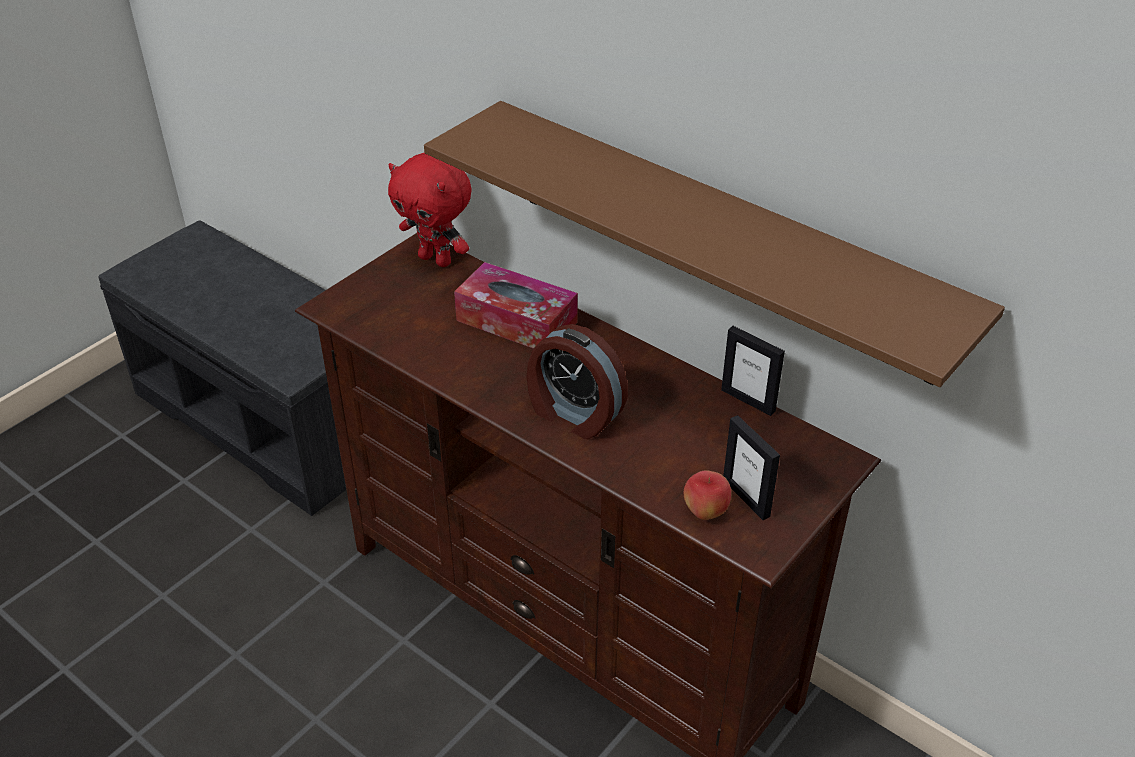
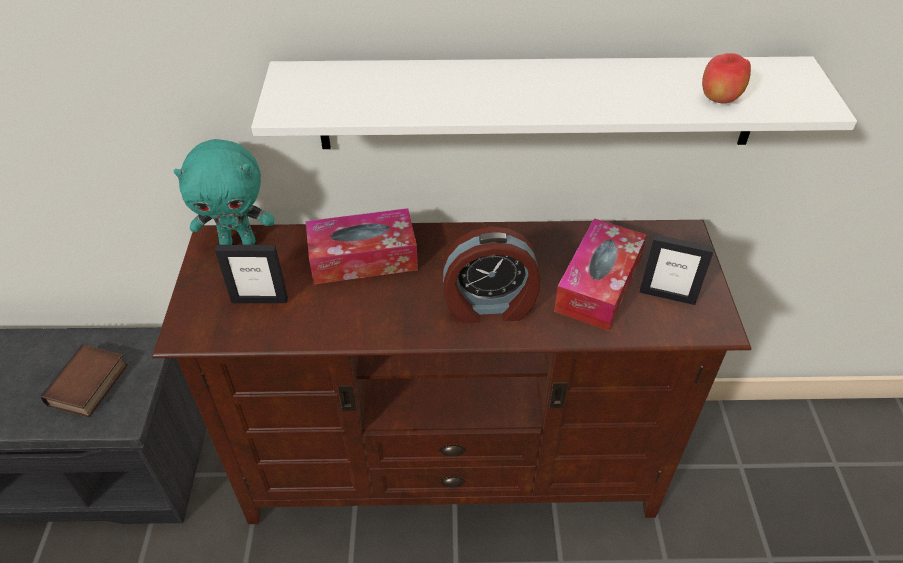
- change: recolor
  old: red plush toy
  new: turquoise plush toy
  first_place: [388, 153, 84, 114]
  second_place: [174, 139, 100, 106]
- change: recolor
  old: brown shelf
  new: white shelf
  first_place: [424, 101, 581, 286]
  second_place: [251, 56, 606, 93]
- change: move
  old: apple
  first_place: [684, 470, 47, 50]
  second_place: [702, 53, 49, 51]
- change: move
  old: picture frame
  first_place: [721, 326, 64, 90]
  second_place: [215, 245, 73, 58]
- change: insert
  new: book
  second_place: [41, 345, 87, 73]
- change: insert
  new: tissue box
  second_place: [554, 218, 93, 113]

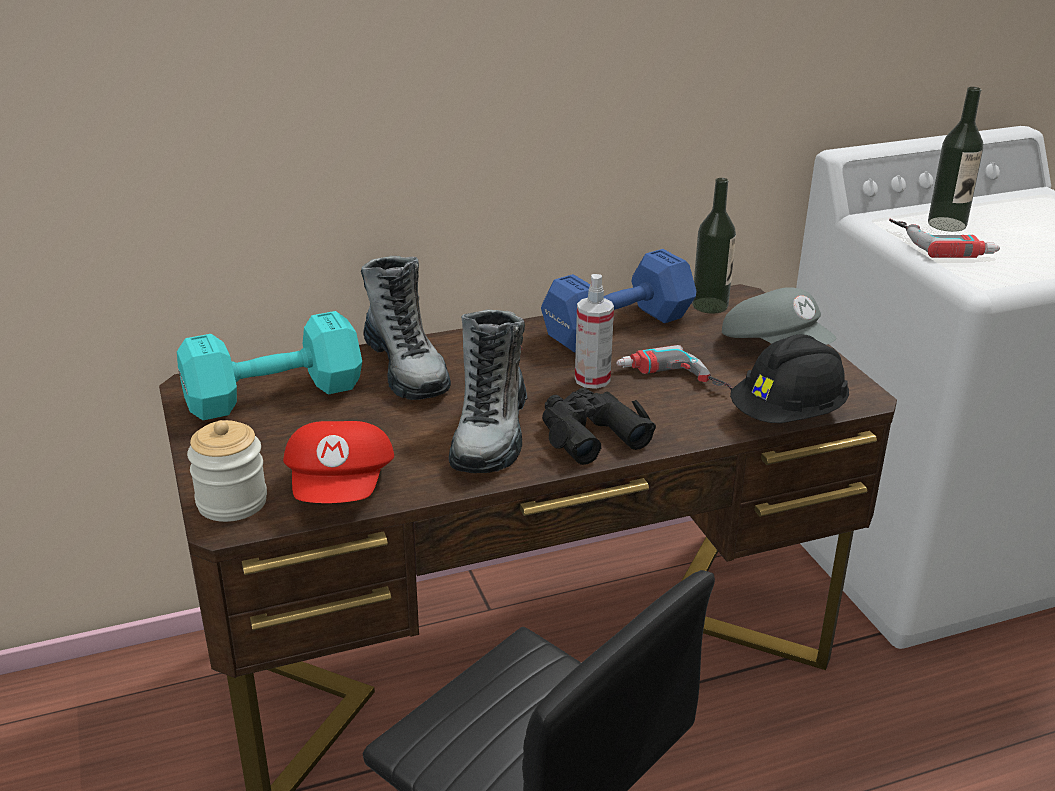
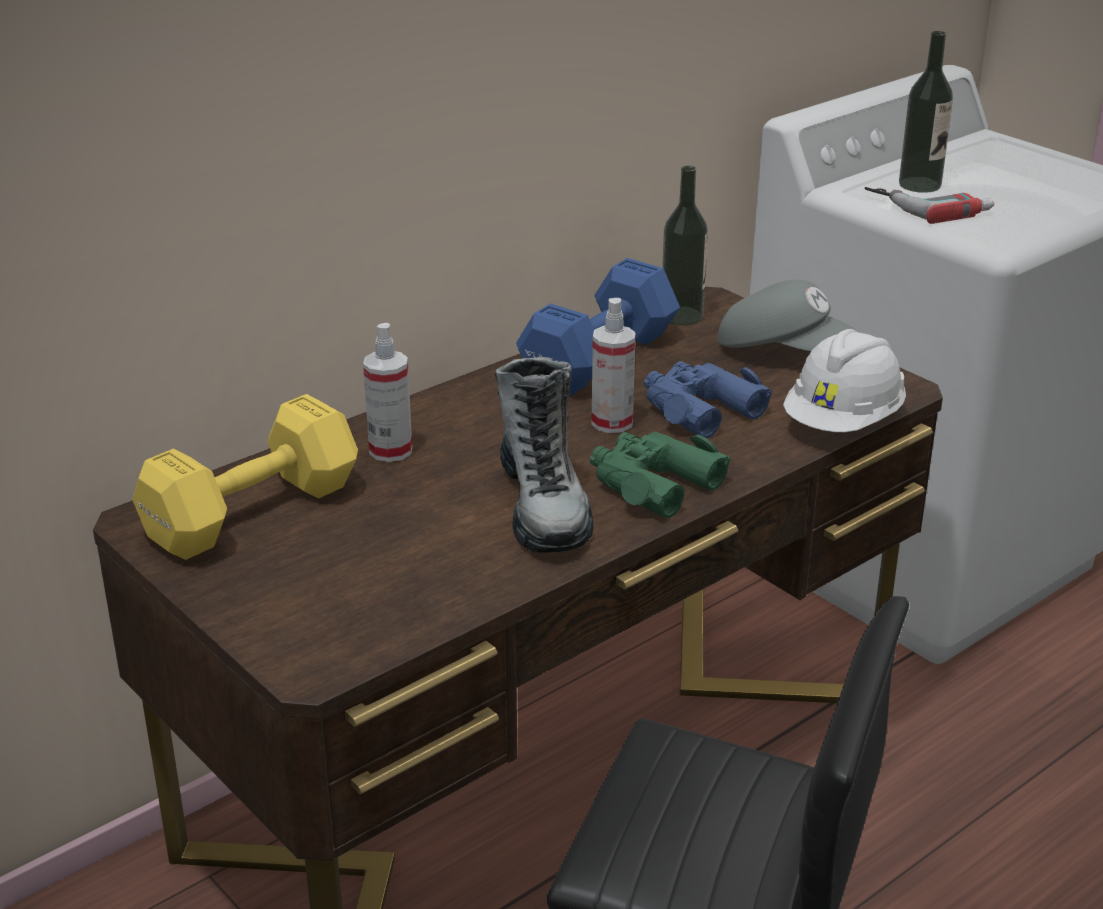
- change: recolor
  old: turquoise dumbbell
  new: yellow dumbbell
  first_place: [177, 311, 185, 109]
  second_place: [132, 394, 226, 166]
- change: delete
  old: jar
  first_place: [187, 420, 80, 102]
- change: delete
  old: red cap
  first_place: [283, 421, 111, 82]
- change: replace
  old: boot
  new: spray bottle
  first_place: [361, 256, 90, 144]
  second_place: [363, 323, 49, 139]
- change: recolor
  old: black binoculars
  new: green binoculars
  first_place: [542, 388, 114, 77]
  second_place: [590, 431, 140, 87]
- change: replace
  old: power drill
  new: blue binoculars
  first_place: [616, 345, 116, 45]
  second_place: [644, 361, 128, 77]
- change: recolor
  old: black hard hat
  new: white hard hat
  first_place: [730, 334, 119, 89]
  second_place: [783, 329, 123, 103]

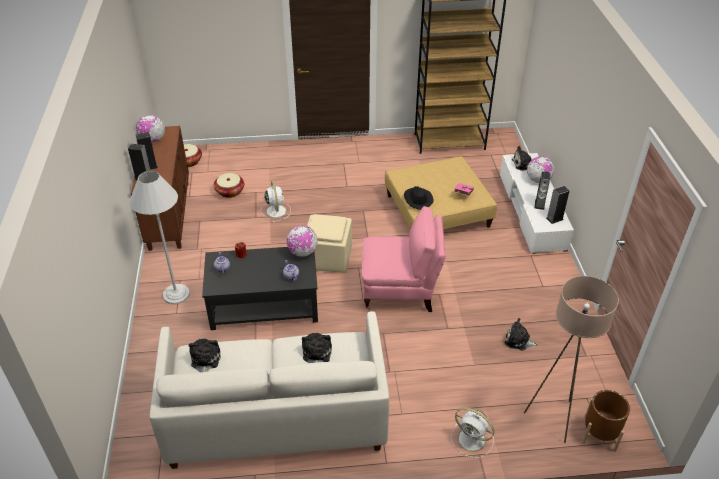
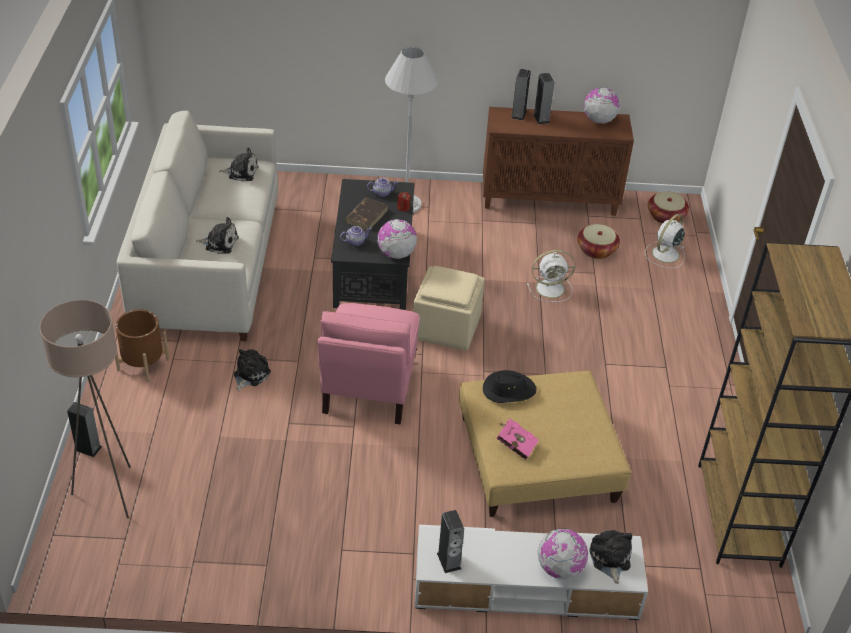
- change: move
  old: white fan
  first_place: [451, 408, 43, 50]
  second_place: [645, 214, 40, 55]
- change: move
  old: plush toy
  first_place: [504, 318, 34, 33]
  second_place: [234, 349, 37, 42]
- change: move
  old: speaker
  first_place: [534, 171, 16, 39]
  second_place: [67, 402, 35, 55]
- change: move
  old: brown planter
  first_place: [582, 390, 48, 62]
  second_place: [115, 310, 55, 73]
- change: insert
  new: brown book
  second_place: [345, 198, 43, 32]

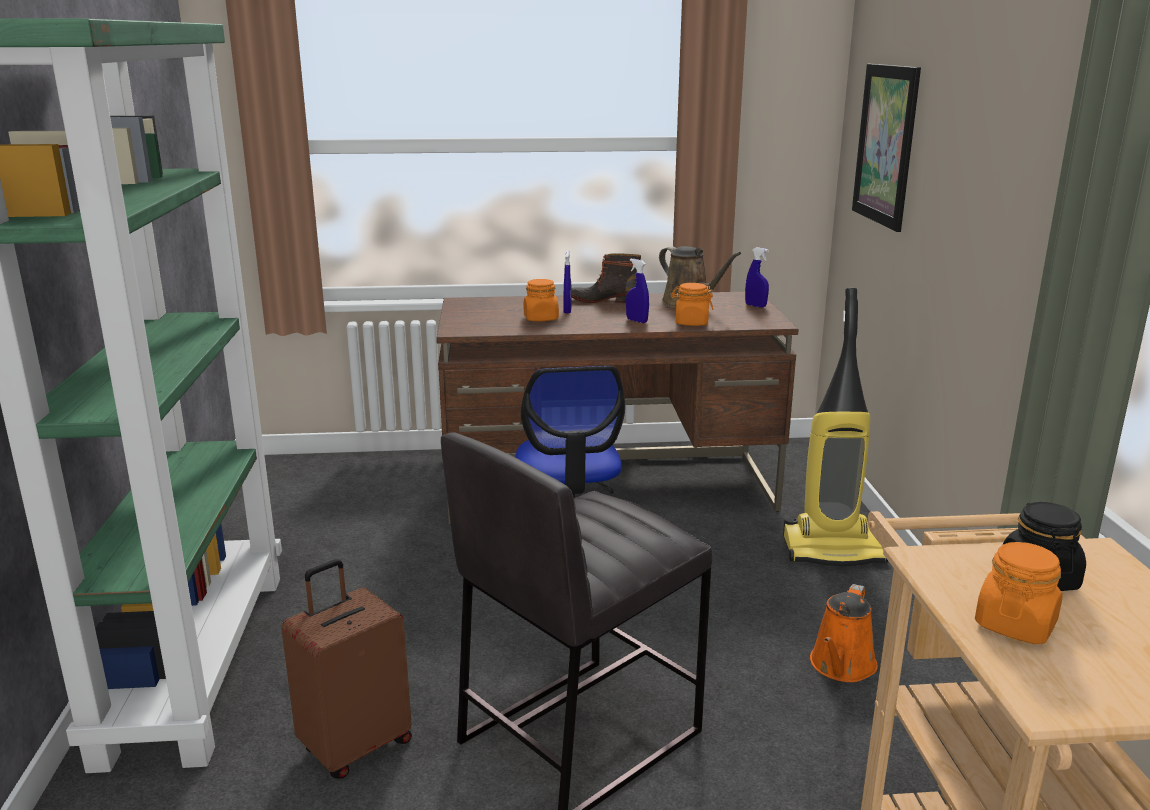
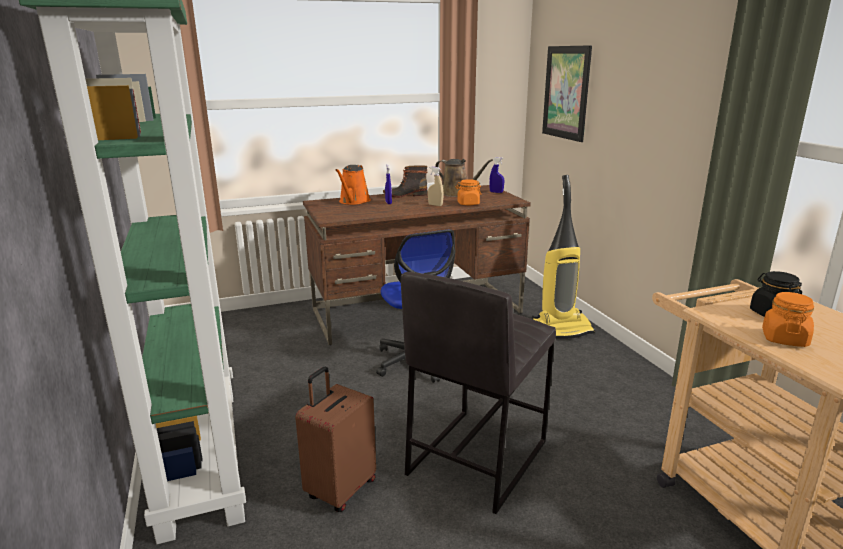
- change: delete
  old: orange jar
  first_place: [524, 279, 35, 42]
- change: recolor
  old: blue spray bottle
  new: beige spray bottle
  first_place: [626, 259, 23, 64]
  second_place: [428, 167, 16, 39]
- change: move
  old: orange watering can
  first_place: [810, 584, 68, 98]
  second_place: [335, 165, 36, 40]

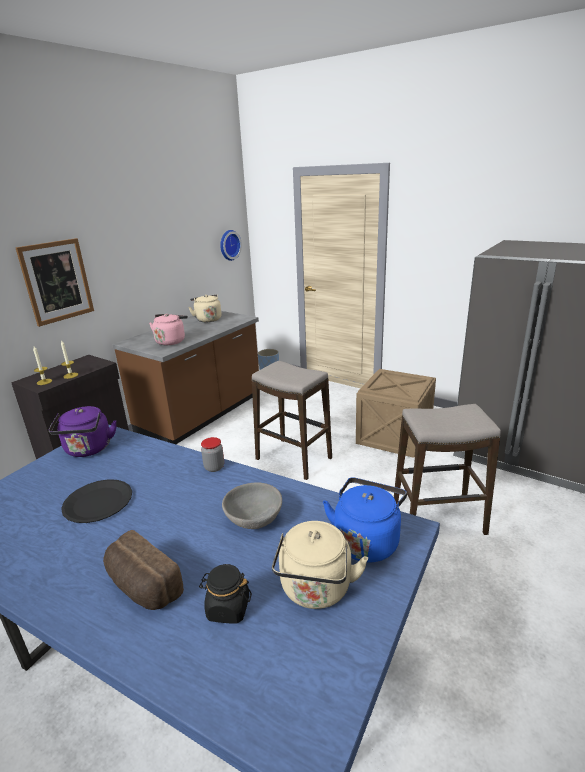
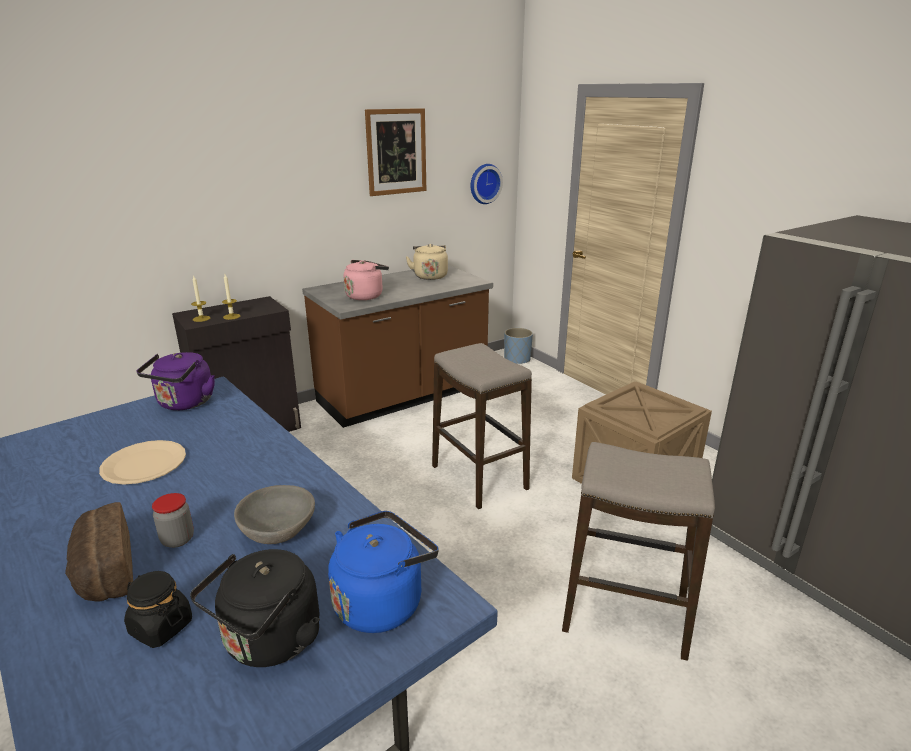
- change: move
  old: picture
  first_place: [16, 238, 78, 89]
  second_place: [365, 108, 61, 88]
- change: recolor
  old: black plate
  new: beige plate
  first_place: [61, 479, 71, 44]
  second_place: [99, 440, 87, 45]
- change: move
  old: jar
  first_place: [201, 437, 23, 35]
  second_place: [152, 493, 42, 55]
- change: recolor
  old: beige kettle
  new: black kettle
  first_place: [272, 521, 96, 88]
  second_place: [190, 549, 130, 118]

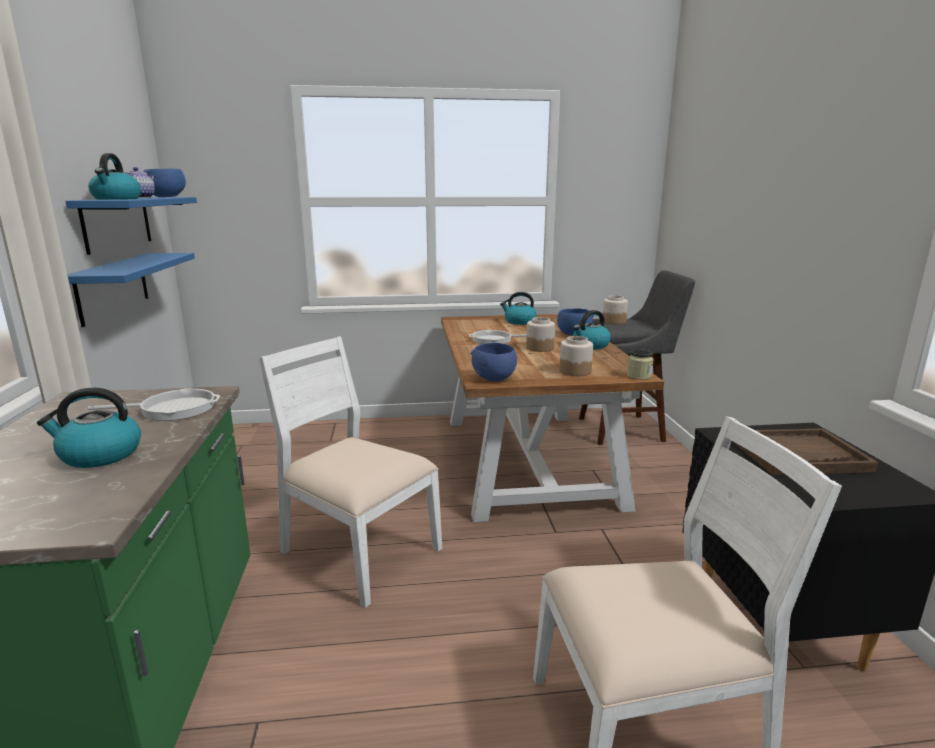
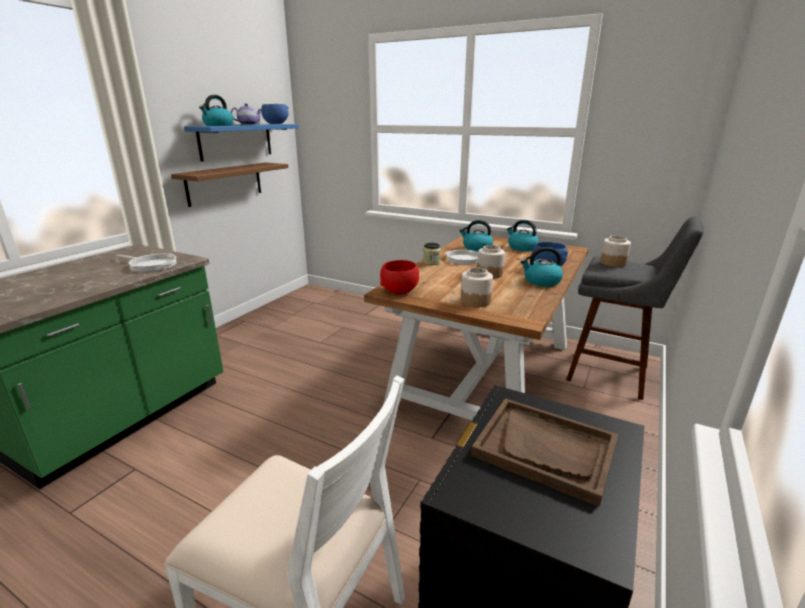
- change: move
  old: kettle
  first_place: [37, 388, 104, 80]
  second_place: [460, 220, 33, 32]
- change: recolor
  old: blue shelf
  new: brown shelf
  first_place: [67, 253, 128, 74]
  second_place: [171, 163, 118, 44]
- change: delete
  old: white chair
  first_place: [259, 336, 183, 272]
- change: recolor
  old: blue bowl
  new: red bowl
  first_place: [471, 343, 46, 38]
  second_place: [380, 260, 39, 34]
- change: move
  old: jar
  first_place: [627, 349, 27, 31]
  second_place: [423, 243, 18, 22]

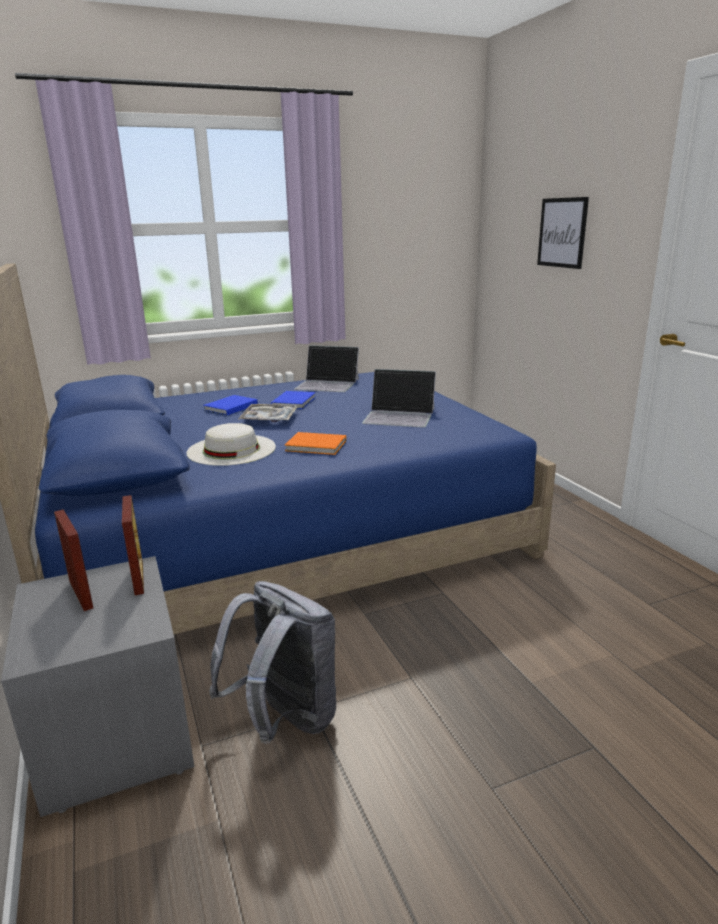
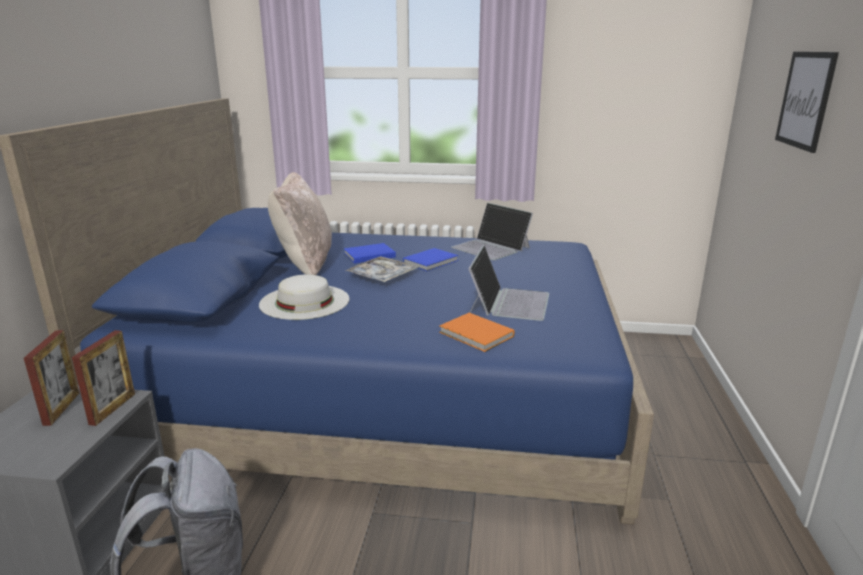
- change: move
  old: orange book
  first_place: [285, 432, 61, 23]
  second_place: [439, 313, 75, 39]
- change: rotate
  old: laptop
  first_place: [362, 369, 74, 59]
  second_place: [468, 245, 82, 76]
  degrees: -120
- change: insert
  new: beige pillow
  second_place: [268, 172, 64, 103]

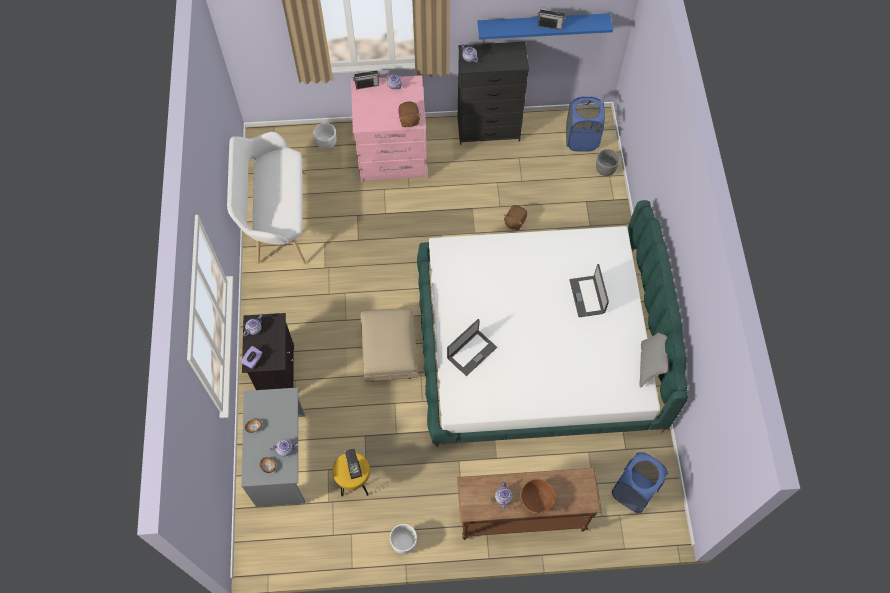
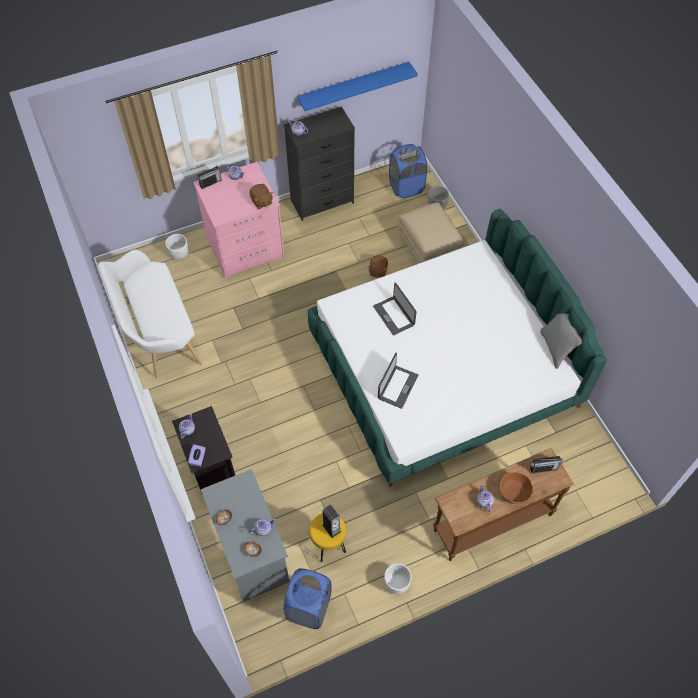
- change: move
  old: beige ottoman
  first_place: [360, 308, 58, 74]
  second_place: [398, 202, 67, 61]
- change: move
  old: radio
  first_place: [537, 7, 29, 23]
  second_place: [530, 456, 33, 17]
- change: move
  old: laptop
  first_place: [570, 264, 39, 53]
  second_place: [373, 282, 44, 54]
- change: move
  old: blue laundry basket
  first_place: [612, 452, 56, 61]
  second_place: [283, 568, 49, 61]

